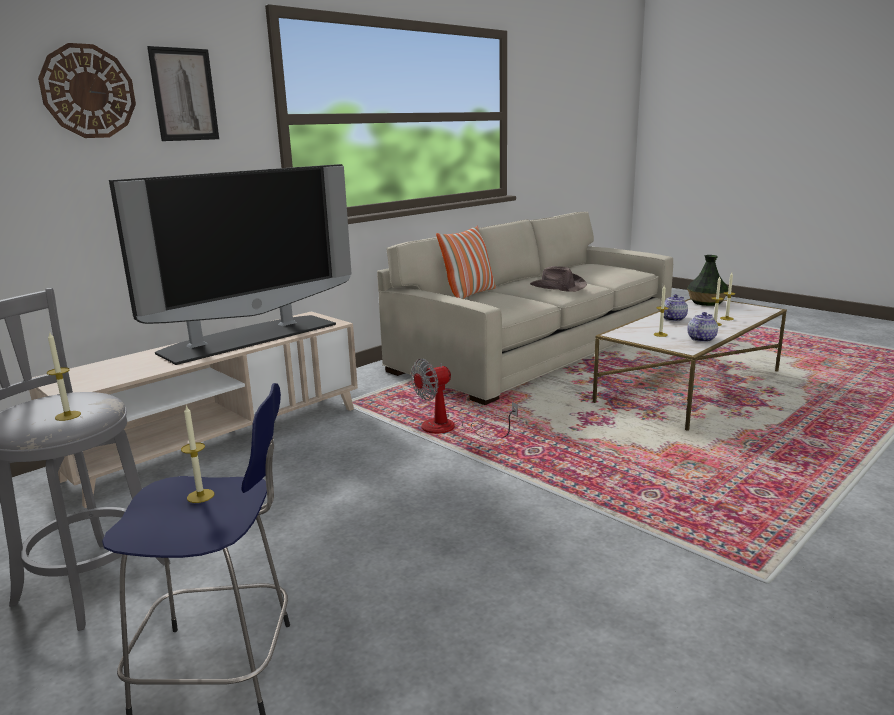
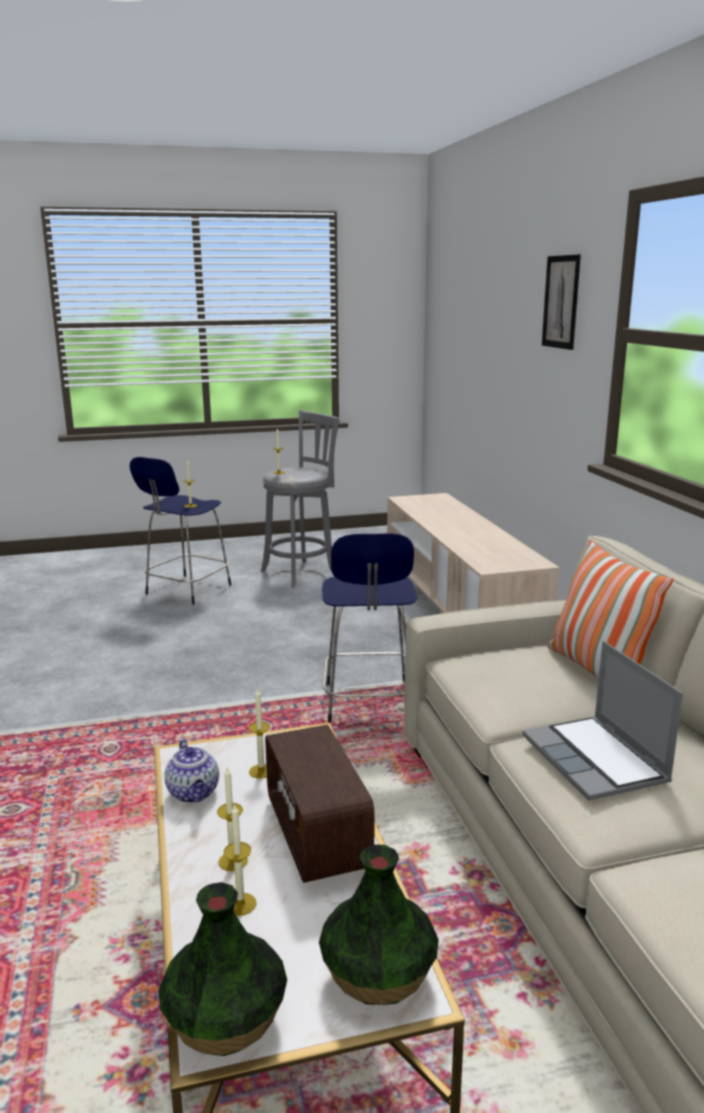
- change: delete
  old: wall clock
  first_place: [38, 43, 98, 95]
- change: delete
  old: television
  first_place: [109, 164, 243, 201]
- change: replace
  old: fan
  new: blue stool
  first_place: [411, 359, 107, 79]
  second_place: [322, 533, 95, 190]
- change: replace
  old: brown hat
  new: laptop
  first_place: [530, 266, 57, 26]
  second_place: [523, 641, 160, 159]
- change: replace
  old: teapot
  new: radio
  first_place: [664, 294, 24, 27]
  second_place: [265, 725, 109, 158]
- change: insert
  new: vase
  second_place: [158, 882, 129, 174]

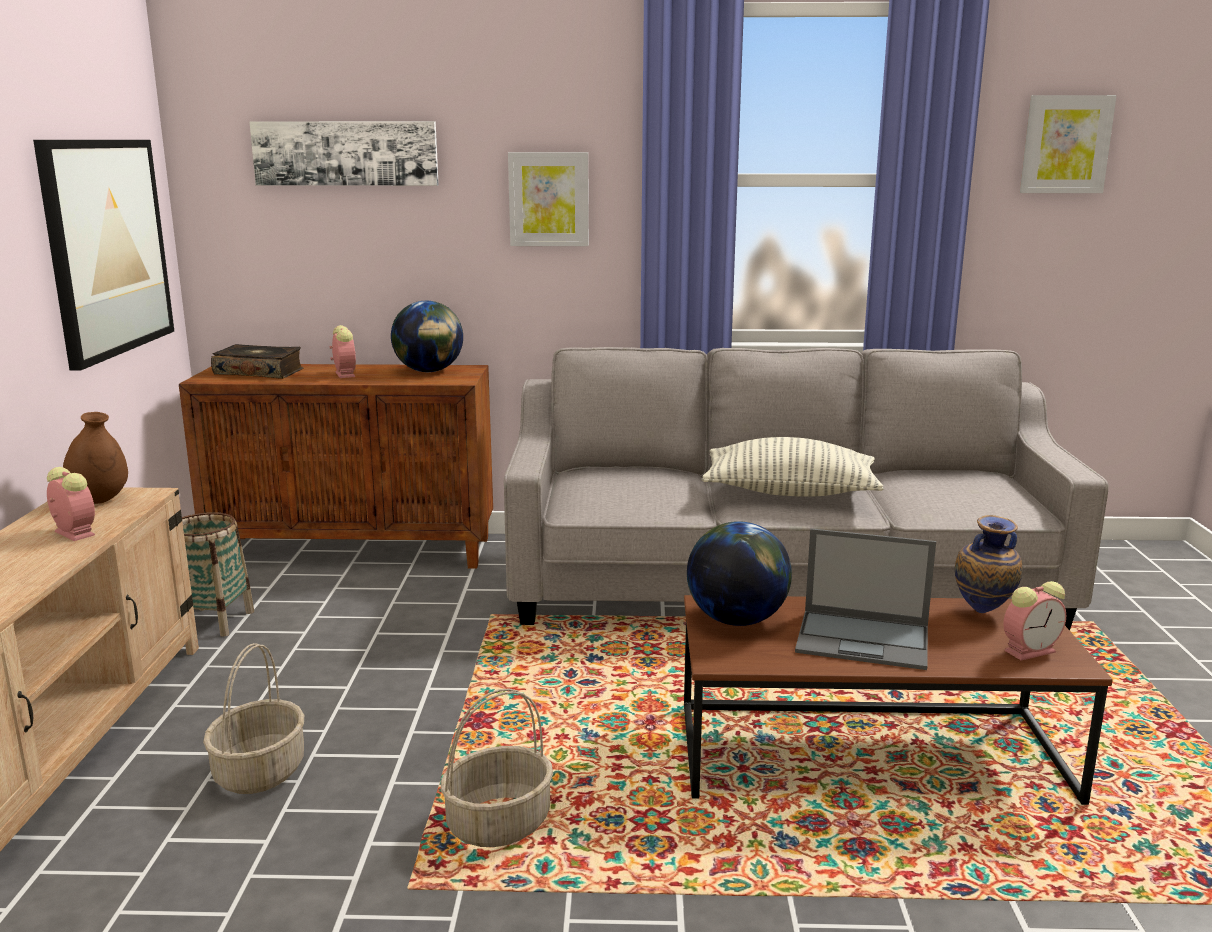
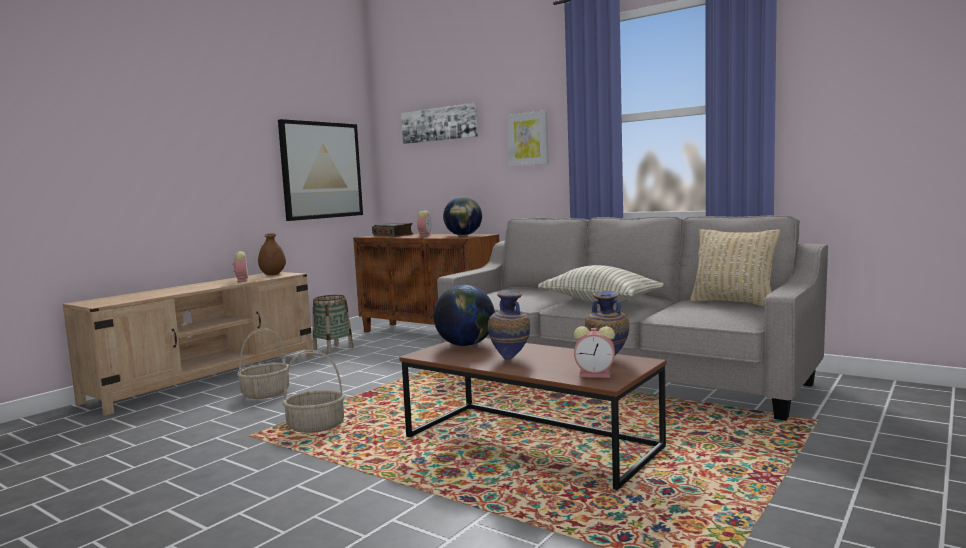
- change: replace
  old: laptop
  new: vase
  first_place: [795, 528, 141, 142]
  second_place: [488, 293, 42, 67]
- change: delete
  old: picture
  first_place: [1020, 95, 97, 98]
- change: insert
  new: beige pillow
  second_place: [690, 229, 90, 78]

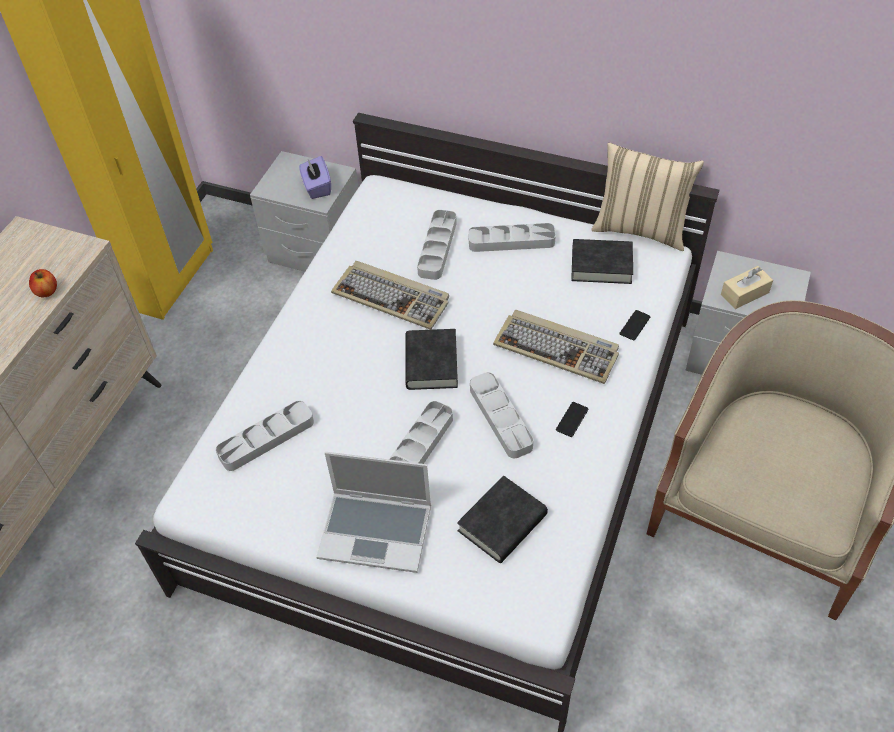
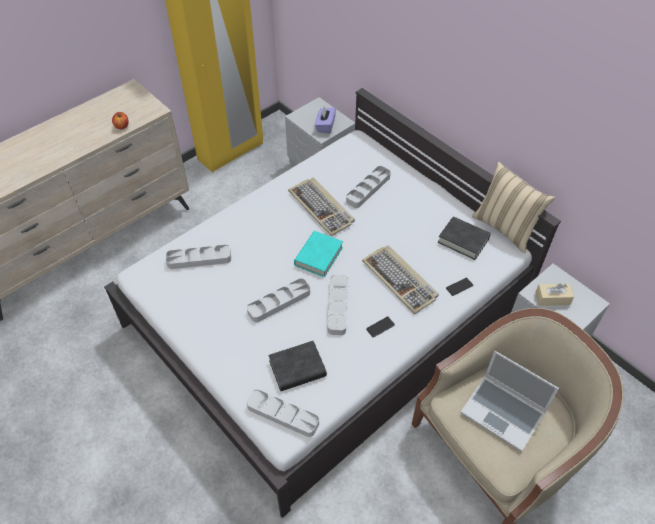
- change: move
  old: laptop
  first_place: [316, 452, 115, 121]
  second_place: [460, 351, 99, 101]
- change: recolor
  old: black book
  new: turquoise book
  first_place: [405, 329, 53, 61]
  second_place: [294, 231, 49, 47]
- change: move
  old: grey tray
  first_place: [468, 223, 88, 29]
  second_place: [246, 389, 73, 48]

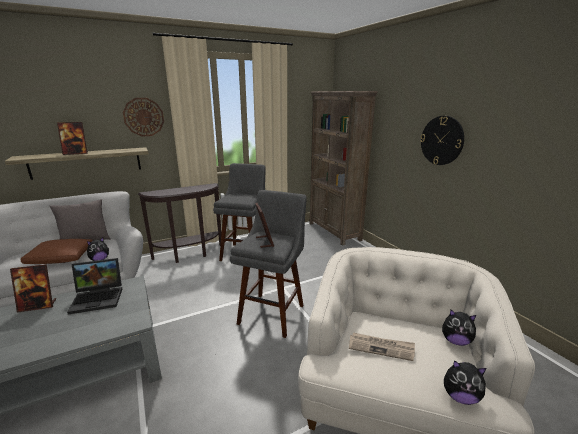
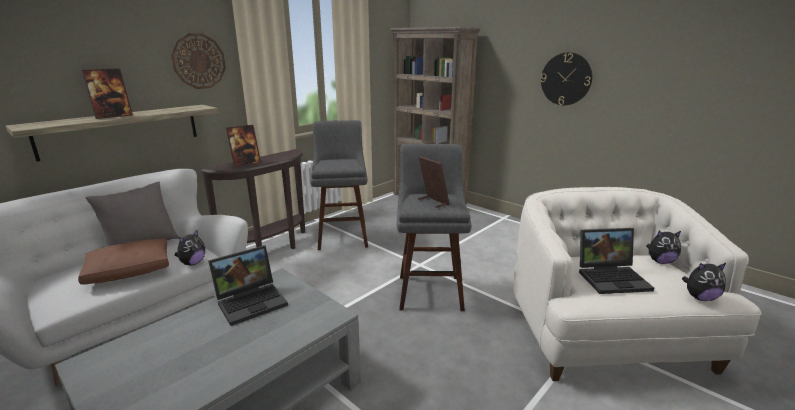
- change: move
  old: picture frame
  first_place: [10, 264, 46, 49]
  second_place: [226, 125, 35, 42]
- change: replace
  old: newspaper
  new: laptop
  first_place: [349, 332, 66, 29]
  second_place: [579, 228, 75, 66]

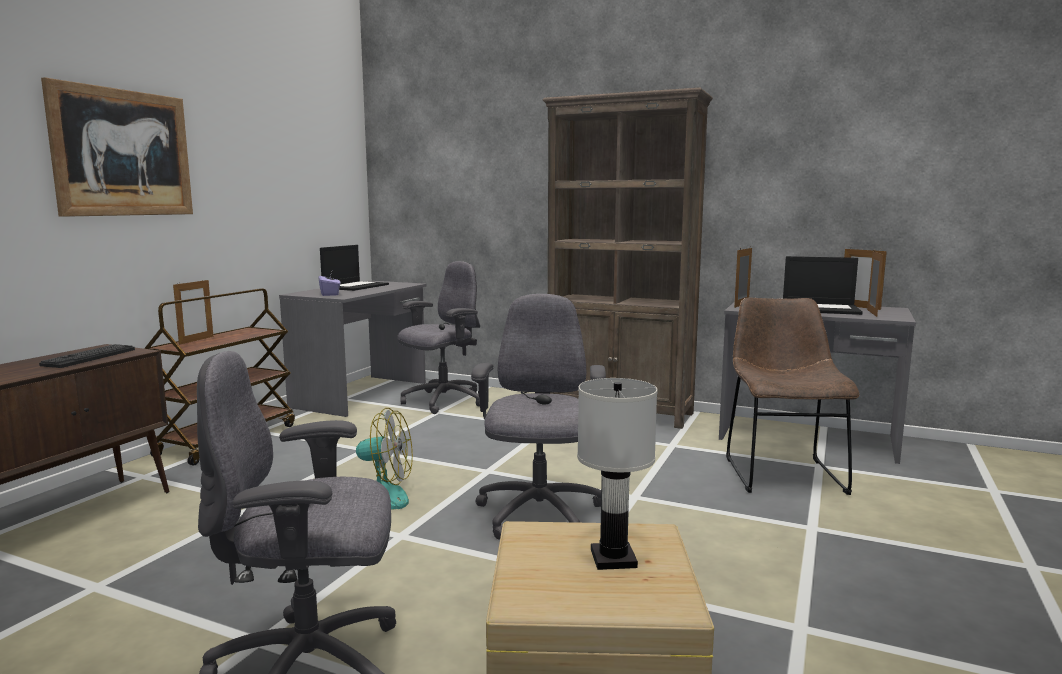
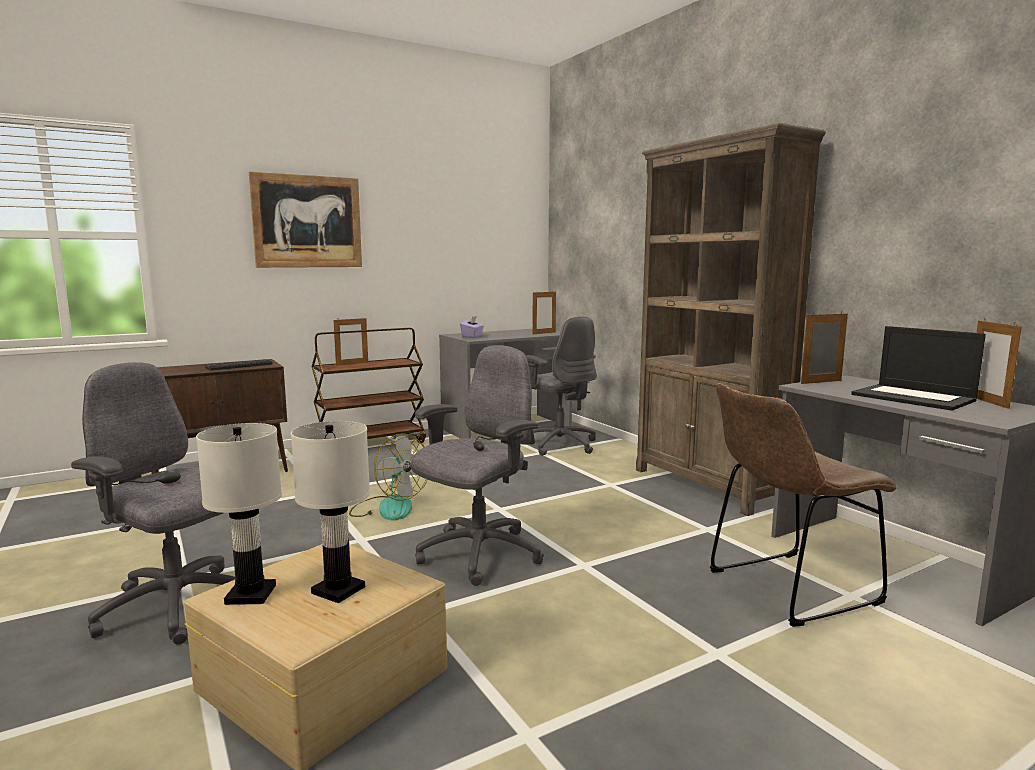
- change: delete
  old: laptop
  first_place: [320, 245, 69, 46]
- change: rotate
  old: grey office chair
  first_place: [398, 261, 82, 153]
  second_place: [526, 316, 71, 140]
  degrees: 60
- change: rotate
  old: brown chair
  first_place: [726, 298, 134, 197]
  second_place: [709, 383, 188, 244]
  degrees: -150
- change: move
  old: picture frame
  first_place: [867, 251, 16, 66]
  second_place: [533, 291, 23, 43]
- change: insert
  new: white table lamp
  second_place: [196, 423, 86, 182]

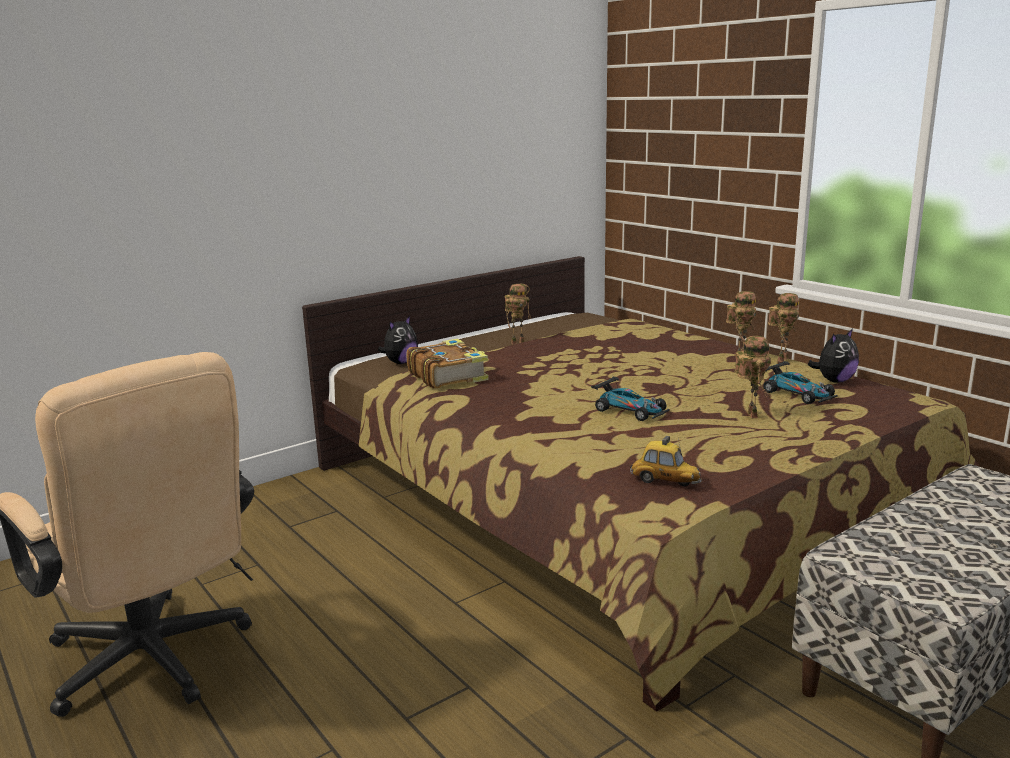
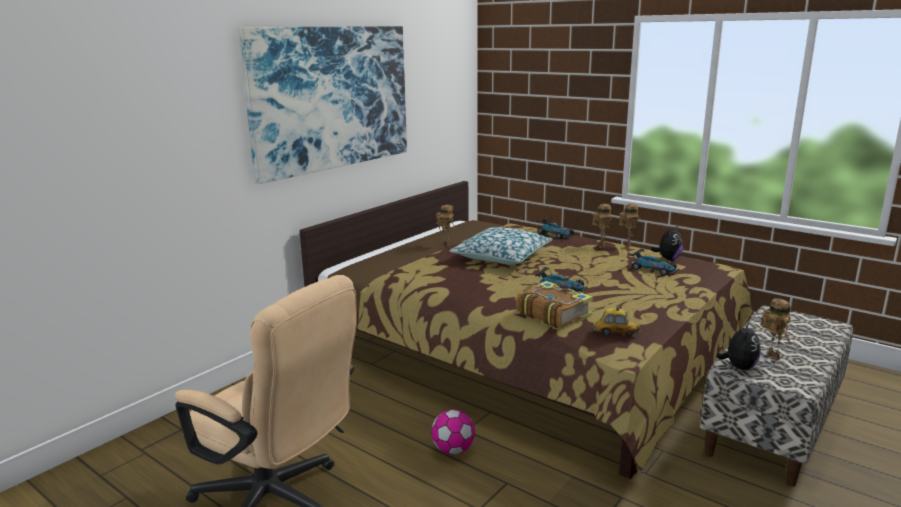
- change: move
  old: plush toy
  first_place: [378, 316, 40, 48]
  second_place: [716, 322, 45, 48]
- change: move
  old: book
  first_place: [406, 338, 83, 50]
  second_place: [516, 281, 77, 47]
- change: move
  old: toy robot
  first_place: [735, 336, 36, 82]
  second_place: [761, 298, 30, 63]
- change: insert
  new: picture
  second_place: [238, 26, 169, 158]
- change: insert
  new: football
  second_place: [431, 410, 44, 45]
- change: insert
  new: pillow
  second_place: [449, 227, 104, 38]
- change: insert
  new: toy car
  second_place: [536, 217, 39, 22]

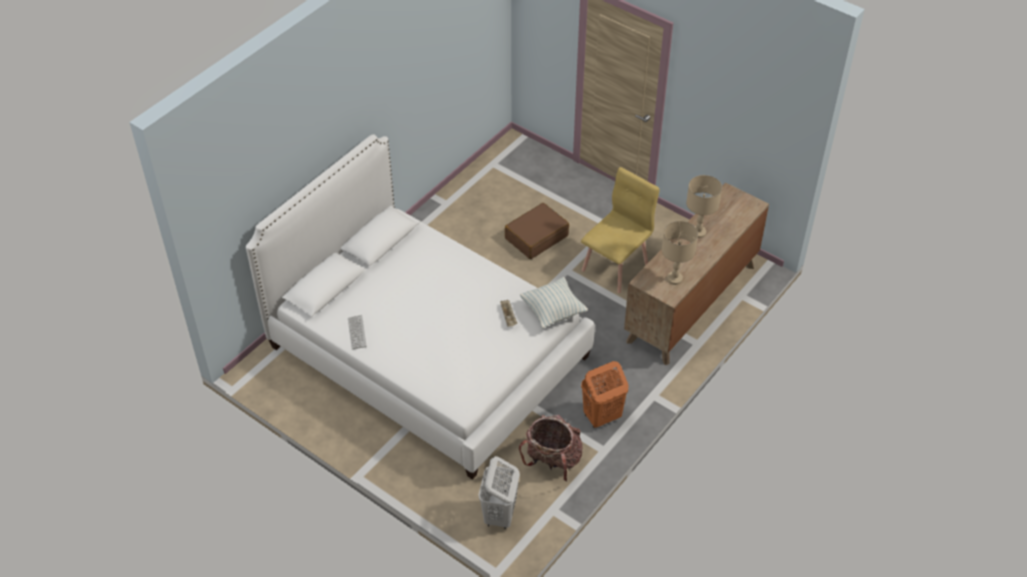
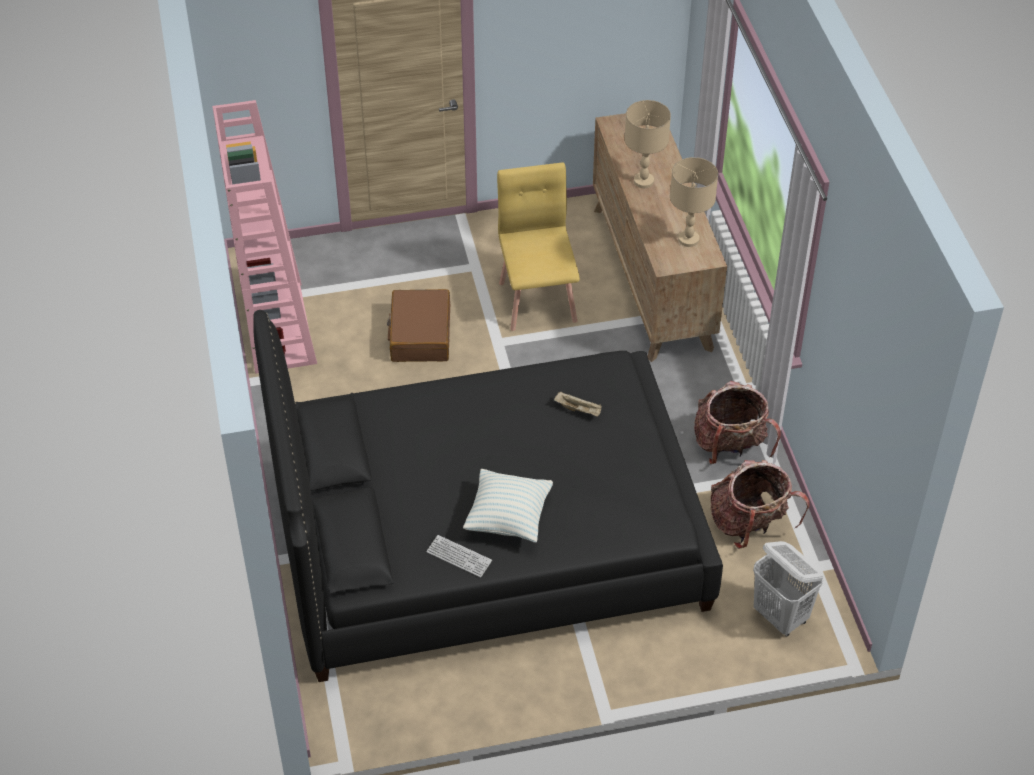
- change: recolor
  old: white bed
  new: black bed
  first_place: [246, 134, 349, 346]
  second_place: [253, 310, 470, 372]
- change: move
  old: pillow
  first_place: [520, 277, 68, 51]
  second_place: [463, 469, 90, 74]
- change: replace
  old: orange laundry basket
  new: backpack
  first_place: [581, 361, 47, 67]
  second_place: [694, 381, 87, 83]
- change: insert
  new: pink bookcase
  second_place: [212, 100, 105, 274]

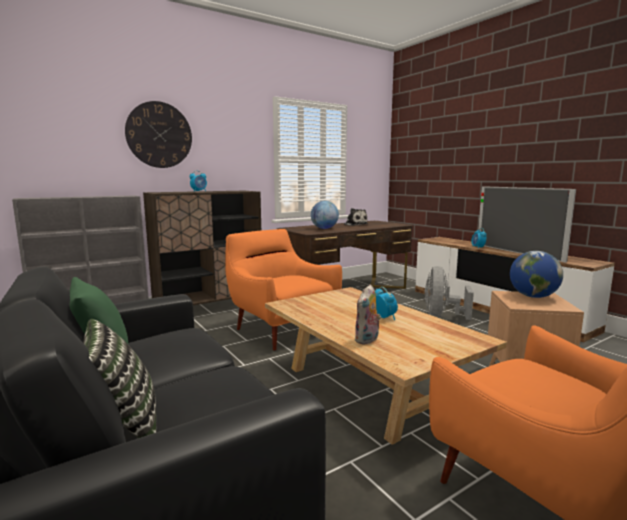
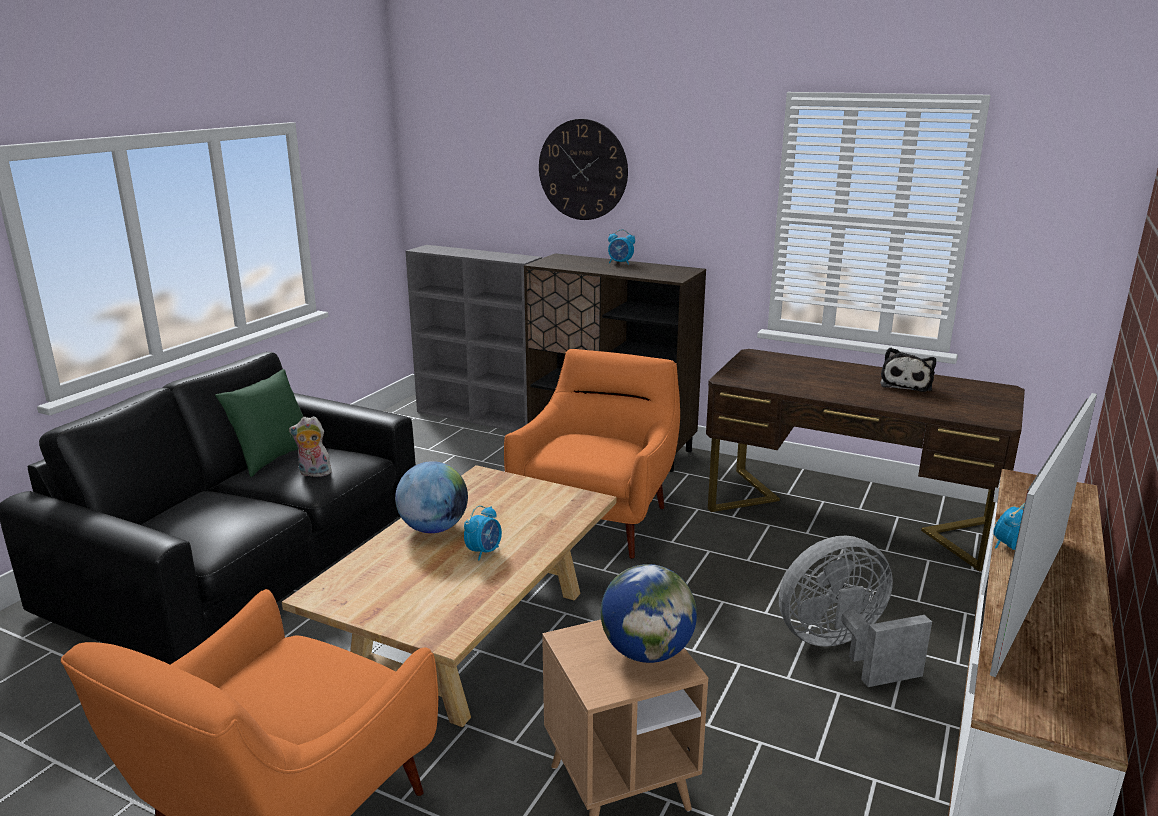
- change: delete
  old: pillow
  first_place: [83, 319, 73, 119]
- change: move
  old: globe
  first_place: [311, 201, 28, 28]
  second_place: [395, 461, 73, 72]
- change: move
  old: plush toy
  first_place: [354, 284, 27, 61]
  second_place: [289, 416, 43, 61]

